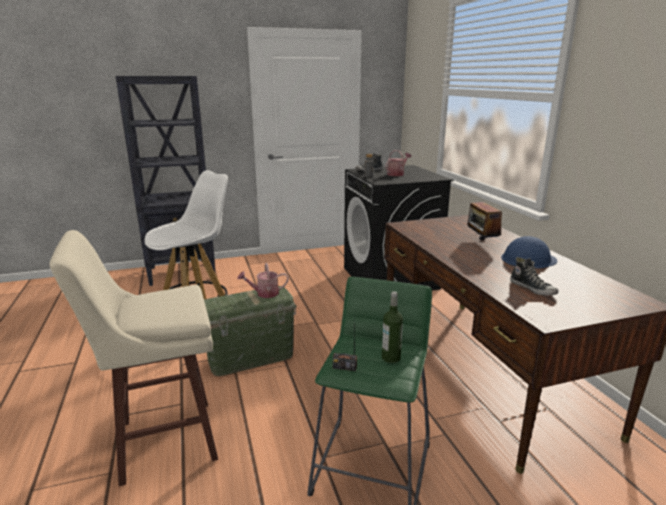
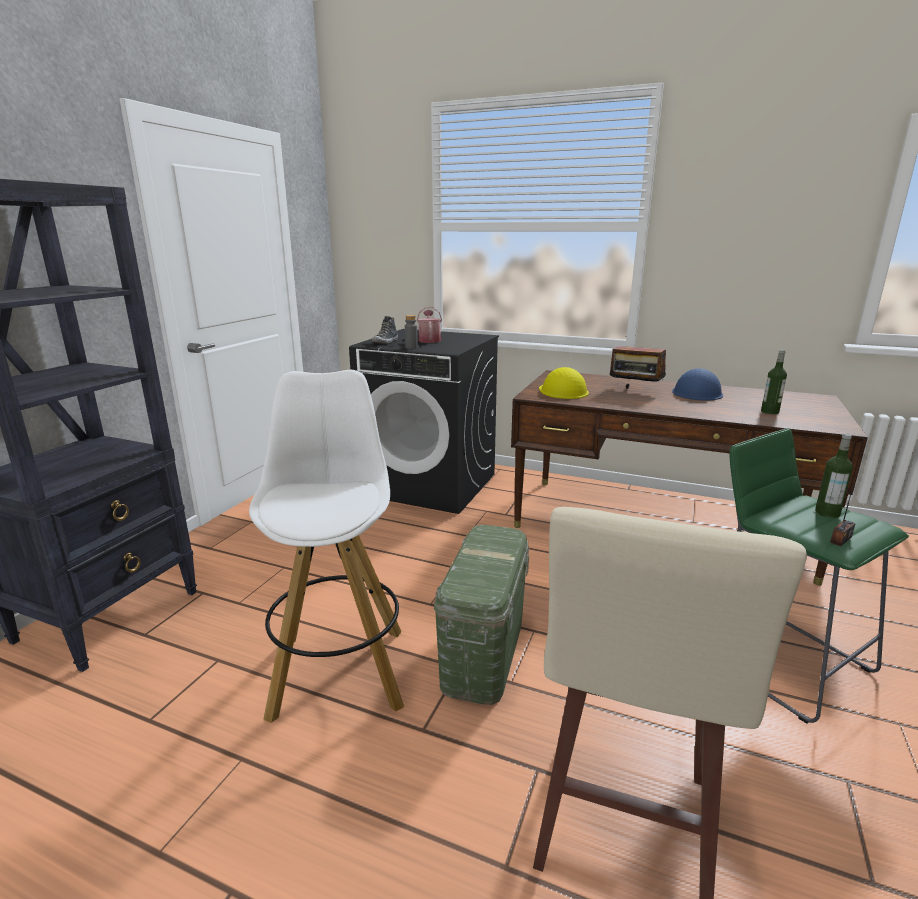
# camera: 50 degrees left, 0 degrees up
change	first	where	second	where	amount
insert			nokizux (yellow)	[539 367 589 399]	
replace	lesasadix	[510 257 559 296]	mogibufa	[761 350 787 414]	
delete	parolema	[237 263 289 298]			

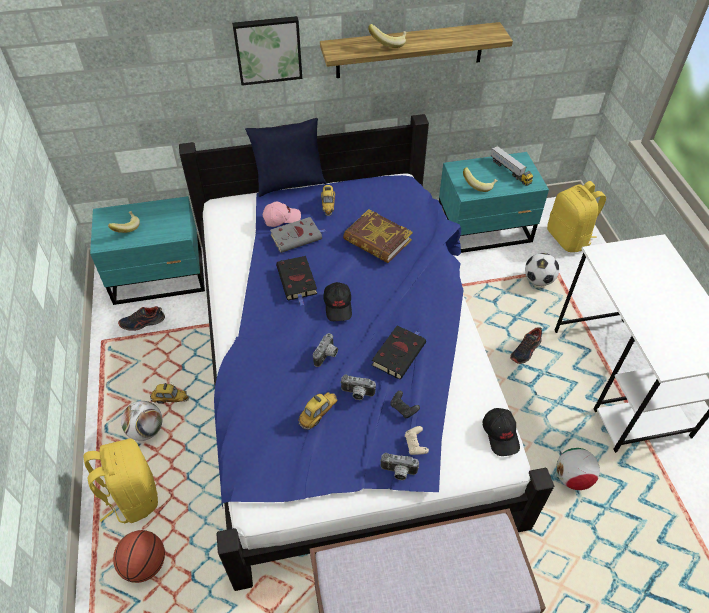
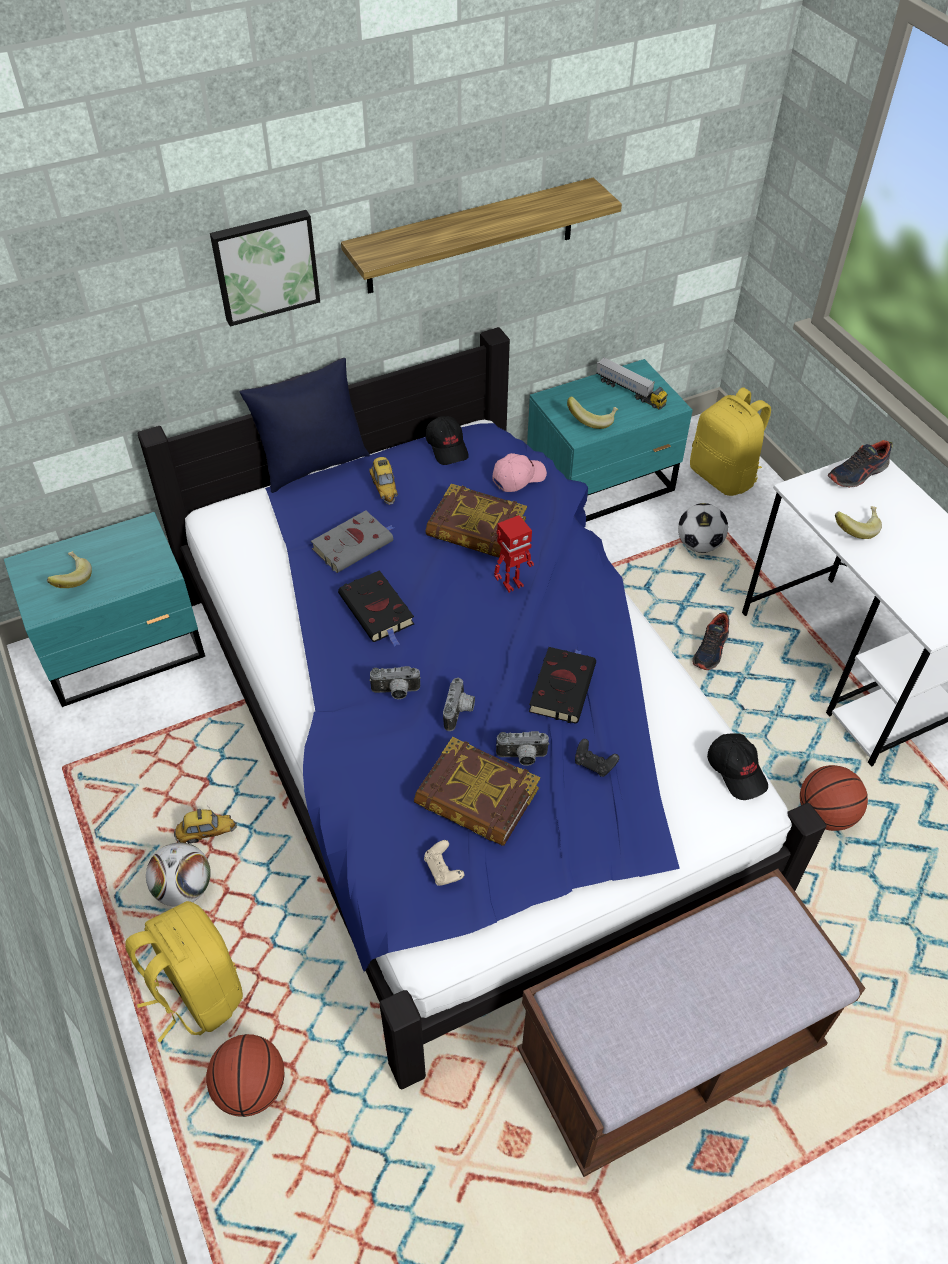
# camera: 15 degrees left, 0 degrees up
change	first	where	second	where	amount
move	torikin	[380 453 419 480]		[369 666 421 699]	
replace	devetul	[298 391 338 430]	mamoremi	[414 737 540 846]	
move	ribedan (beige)	[405 426 429 455]		[424 840 464 886]	
move	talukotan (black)	[323 282 352 321]		[426 416 469 465]	
move	talukotan (pink)	[263 201 301 227]		[493 453 547 492]	
insert			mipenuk	[494 515 534 592]	
replace	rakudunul	[556 448 600 490]	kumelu	[800 765 868 831]	
move	lesasadix	[118 306 165 331]		[828 440 893 488]	
move	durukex	[368 24 407 48]		[835 506 882 539]	

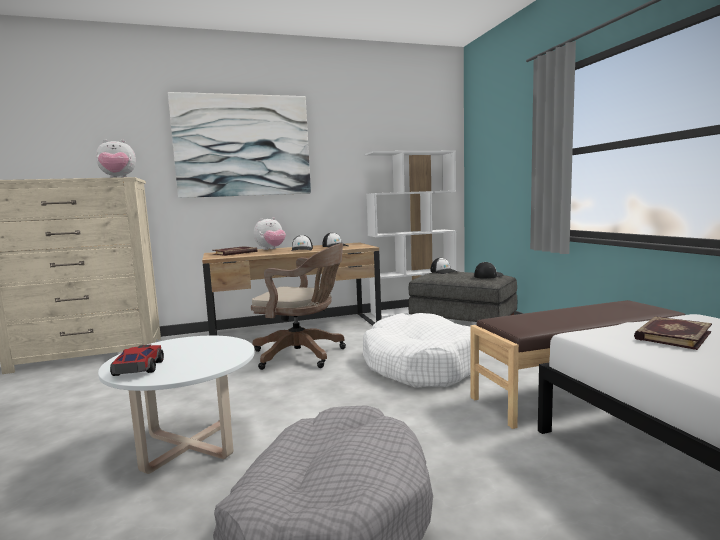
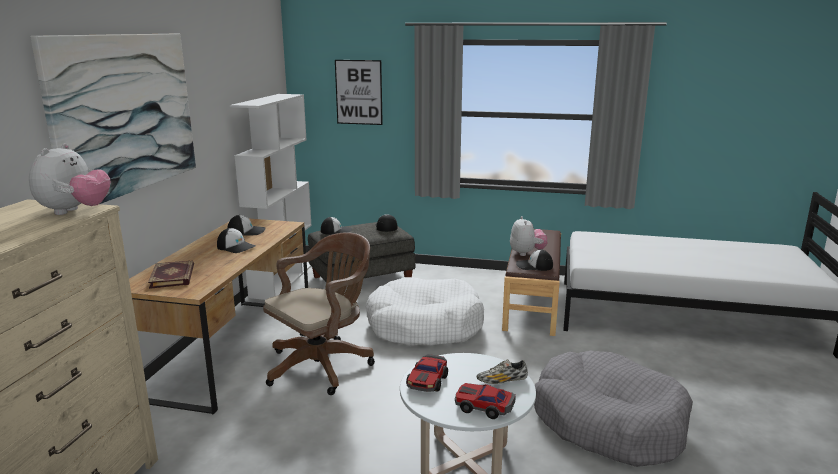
# camera: 60 degrees left, 10 degrees up
change	first	where	second	where	amount
insert			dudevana	[335 60 383 125]	
insert			devetul	[406 354 448 392]	
insert			lesasadix	[476 359 528 384]	
move	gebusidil	[254 217 286 250]		[510 216 548 256]	
insert			talukotan	[516 250 553 271]	
delete	mamoremi	[634 316 712 350]			

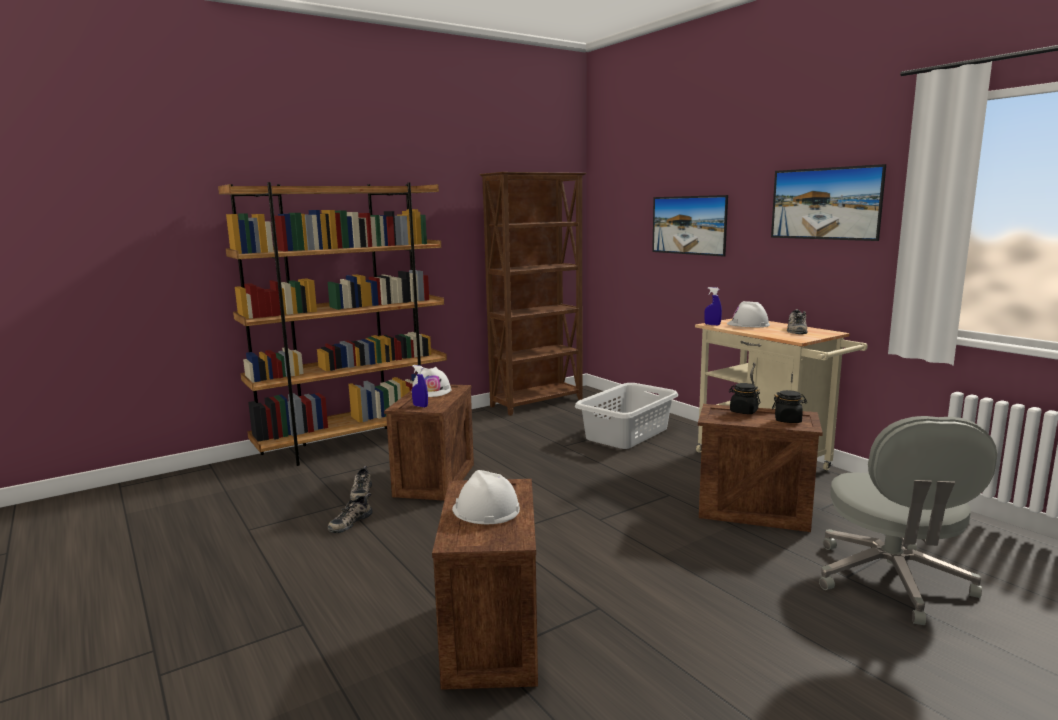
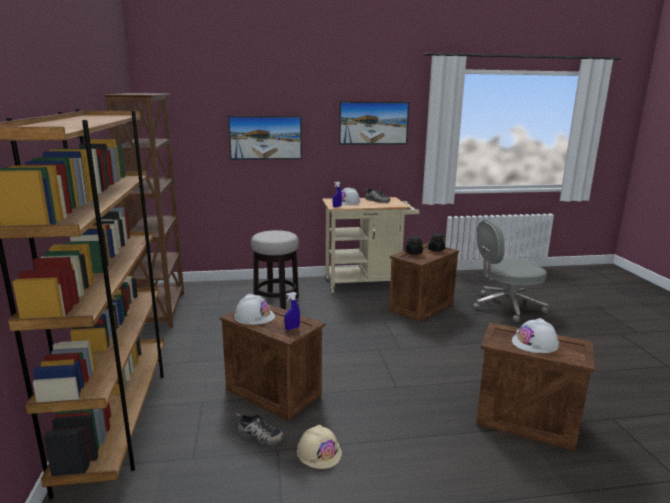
# camera: 65 degrees left, 5 degrees up
change	first	where	second	where	amount
replace	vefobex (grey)	[575 383 678 449]	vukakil	[251 230 299 309]	
replace	lesasadix	[328 493 372 533]	nokizux (beige)	[297 425 342 469]	
rotate	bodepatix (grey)	[819 416 997 625]		[473 220 549 322]	135 degrees clockwise

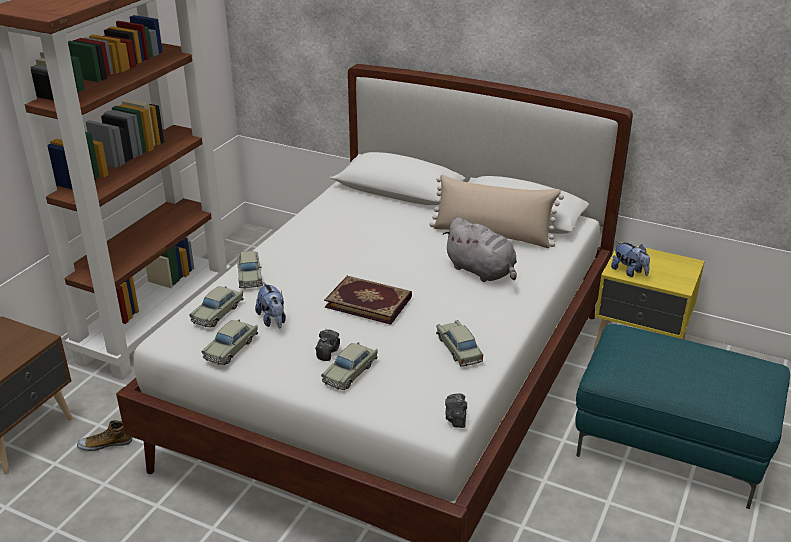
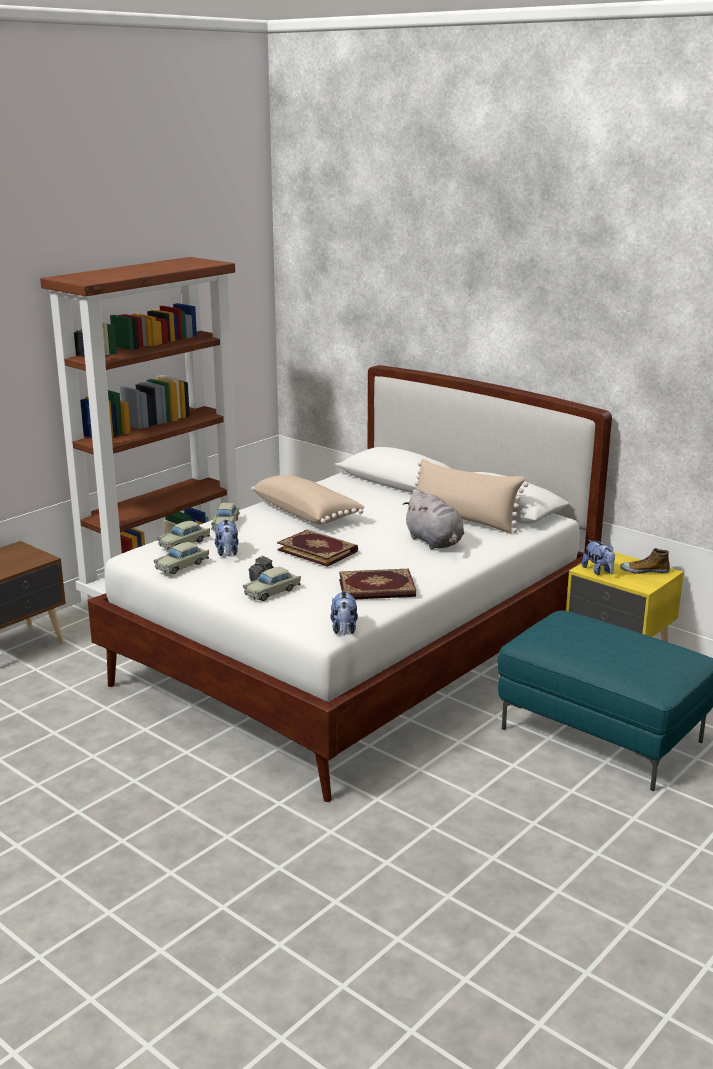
# camera: 15 degrees right, 10 degrees down
change	first	where	second	where	amount
insert			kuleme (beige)	[251 475 365 525]	
replace	torikin	[445 393 467 428]	gebusidil	[330 590 358 636]	
replace	devetul (beige)	[436 320 483 367]	mamoremi	[339 569 416 599]	
move	lesasadix	[77 420 132 451]		[620 548 670 574]	

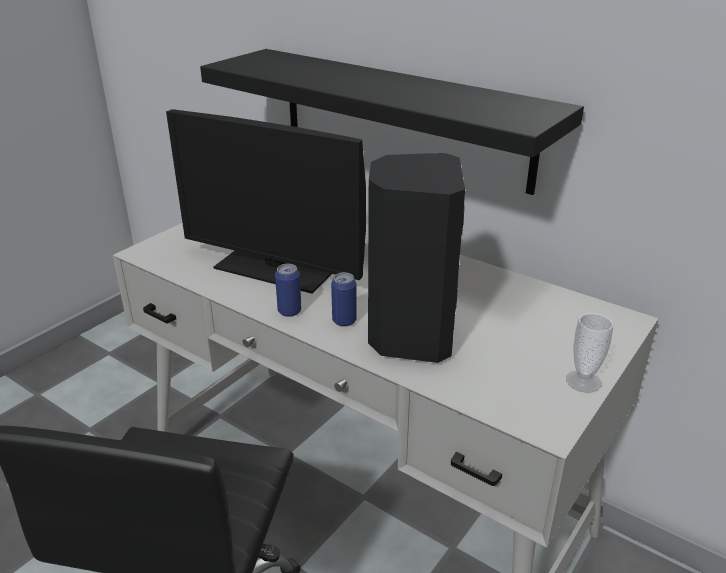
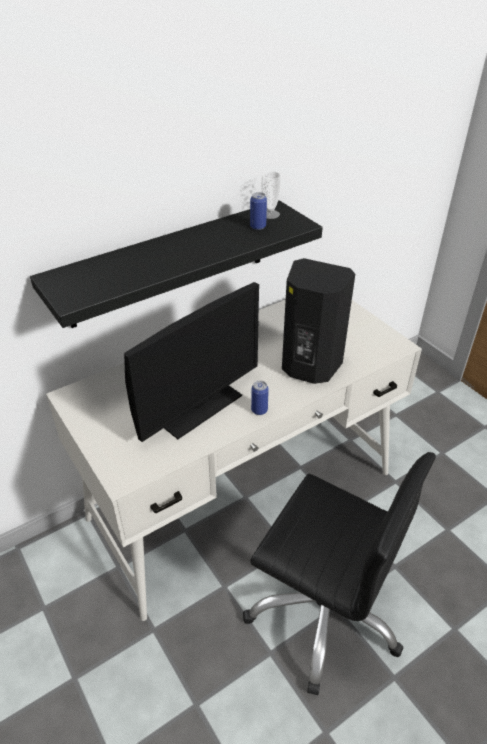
# camera: 70 degrees left, 10 degrees up
change	first	where	second	where	amount
move	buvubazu	[331 272 357 327]		[250 192 267 230]	
move	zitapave	[566 313 613 393]		[261 171 281 219]	

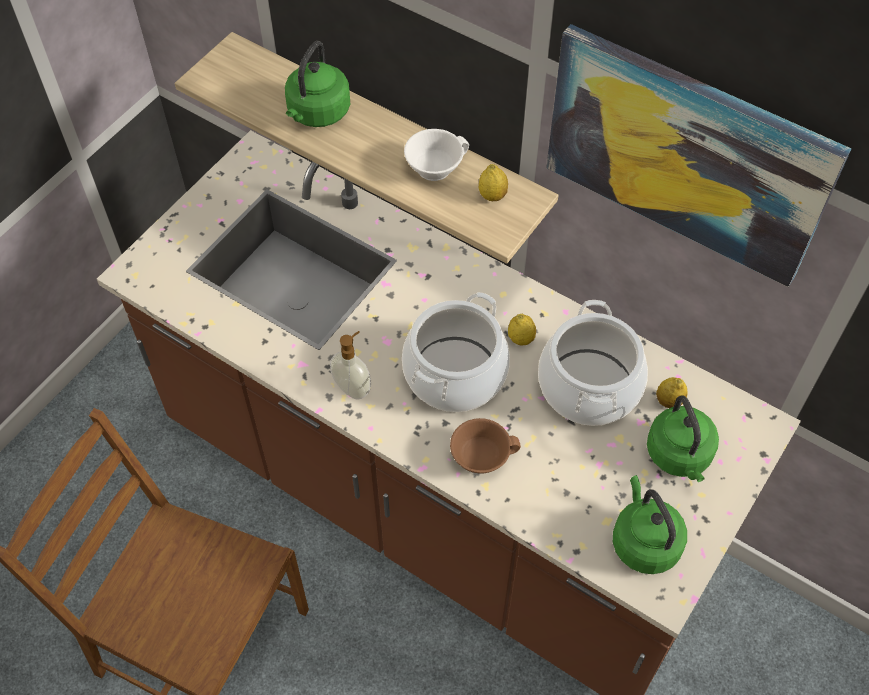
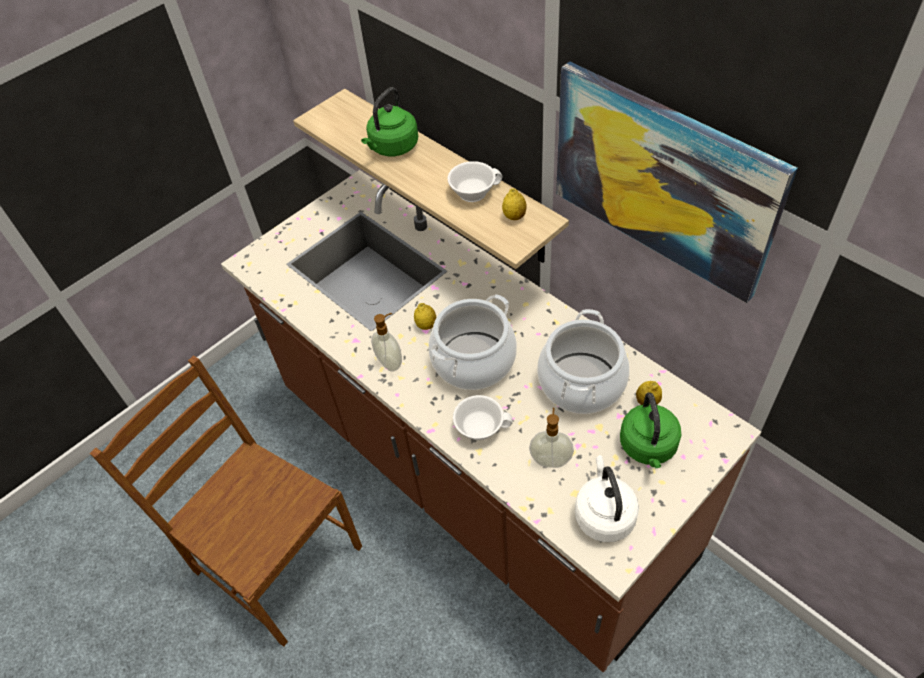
# camera: 15 degrees right, 5 degrees down
change	first	where	second	where	amount
move	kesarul	[508 314 536 345]		[414 303 437 330]	
recolor	zitapave (brown)	[450 418 521 473]	zitapave (white)	[453 395 513 440]	
insert			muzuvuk	[529 408 574 468]	
recolor	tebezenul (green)	[613 475 687 574]	tebezenul (white)	[575 455 639 542]	

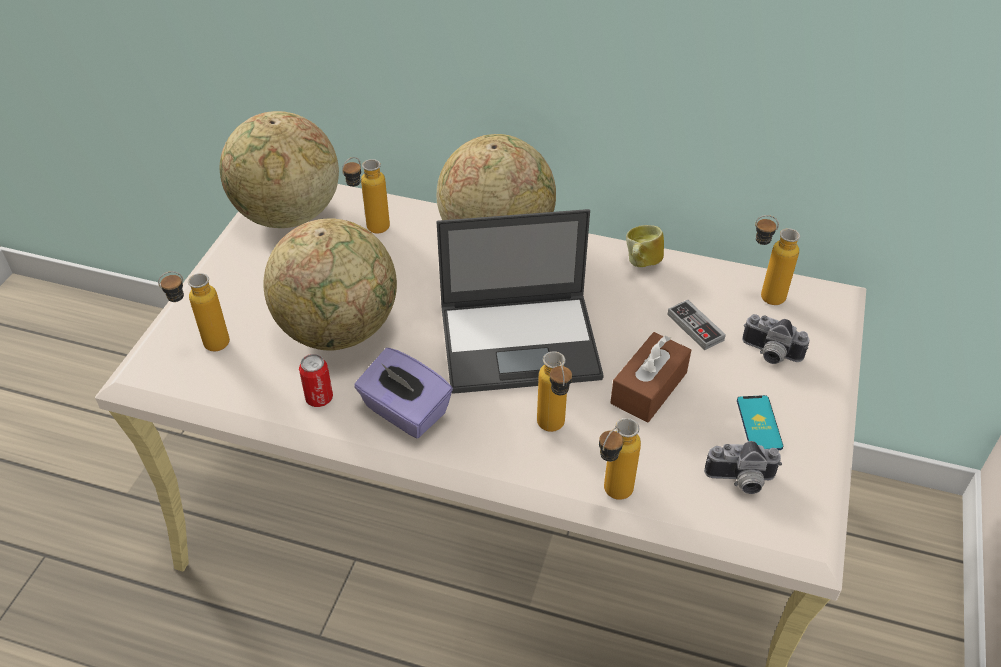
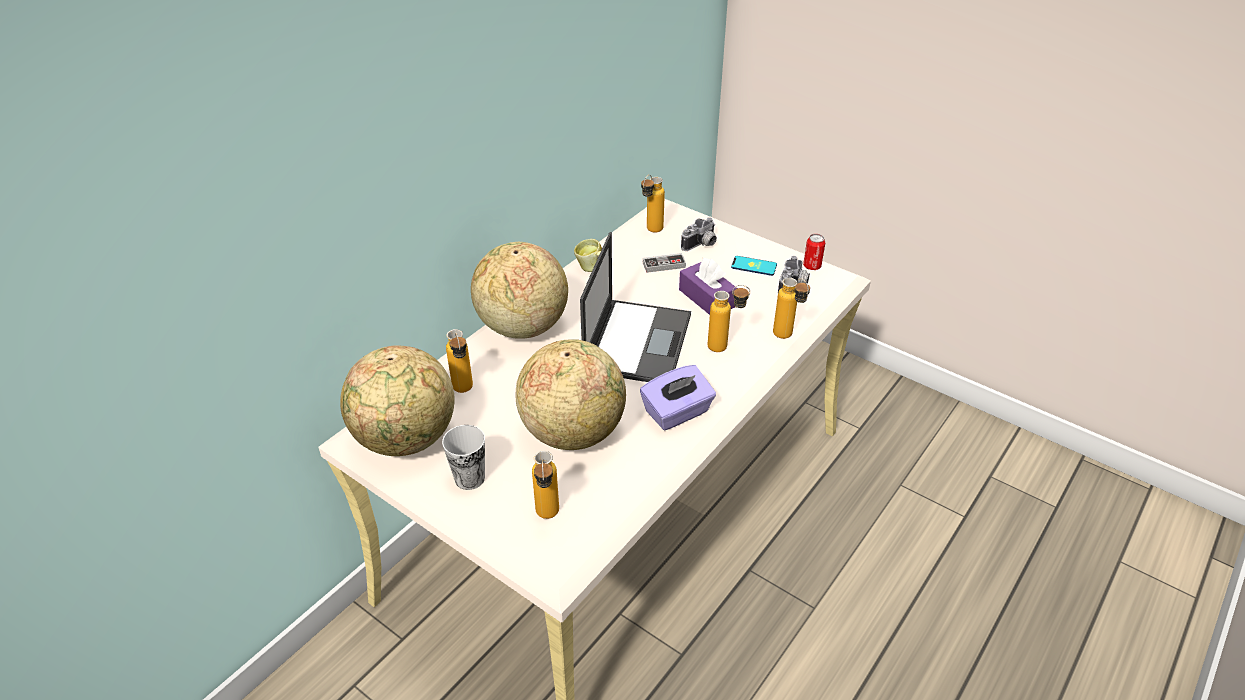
# camera: 70 degrees left, 5 degrees down
change	first	where	second	where	amount
insert			zitapave	[442 425 485 490]	
recolor	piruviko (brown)	[610 332 691 423]	piruviko (purple)	[679 258 737 315]	
move	buvubazu	[299 354 333 407]		[803 234 825 270]	

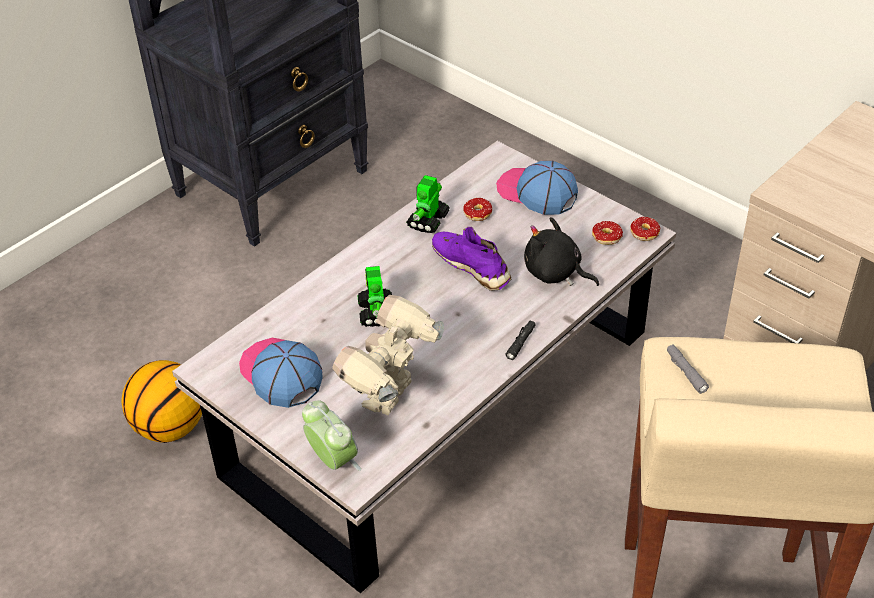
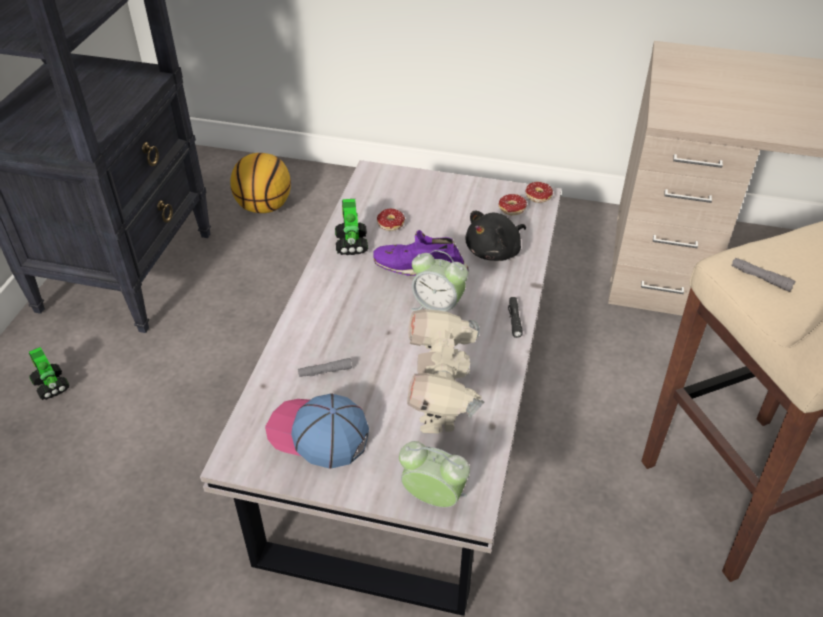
# camera: 30 degrees left, 0 degrees up
change	first	where	second	where	amount
move	mipenuk	[358 266 392 327]		[29 347 70 400]	
move	kumelu	[121 360 202 443]		[230 153 291 213]	
insert			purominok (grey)	[298 358 352 377]	
insert			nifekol	[411 250 468 312]	
rotate	gebusidil (black)	[524 217 599 286]		[466 211 526 261]	45 degrees counterclockwise
delete	talukotan	[496 160 578 215]			

